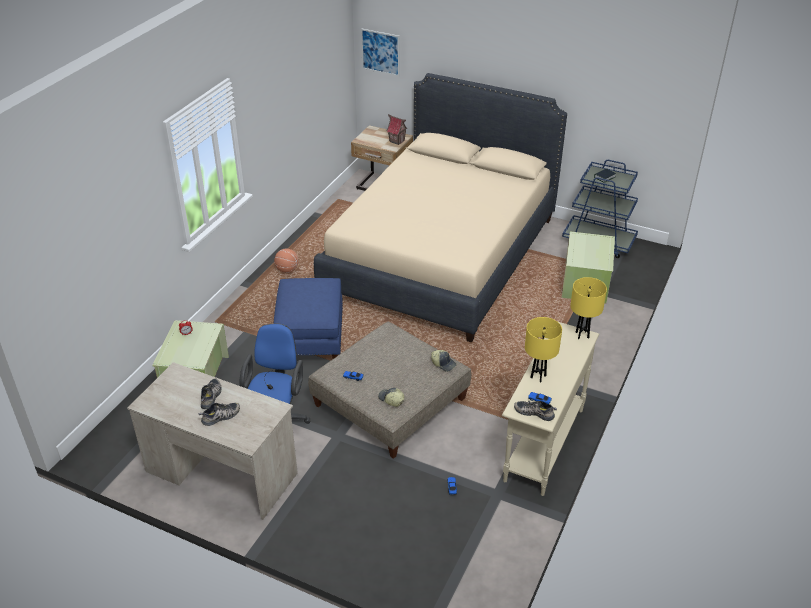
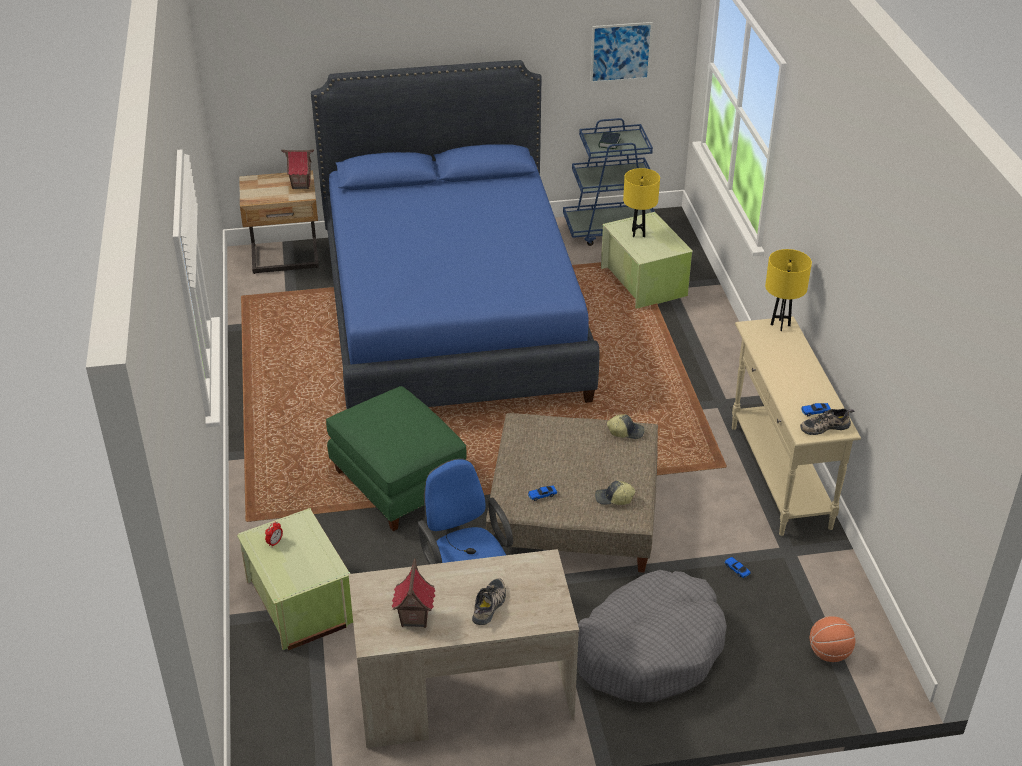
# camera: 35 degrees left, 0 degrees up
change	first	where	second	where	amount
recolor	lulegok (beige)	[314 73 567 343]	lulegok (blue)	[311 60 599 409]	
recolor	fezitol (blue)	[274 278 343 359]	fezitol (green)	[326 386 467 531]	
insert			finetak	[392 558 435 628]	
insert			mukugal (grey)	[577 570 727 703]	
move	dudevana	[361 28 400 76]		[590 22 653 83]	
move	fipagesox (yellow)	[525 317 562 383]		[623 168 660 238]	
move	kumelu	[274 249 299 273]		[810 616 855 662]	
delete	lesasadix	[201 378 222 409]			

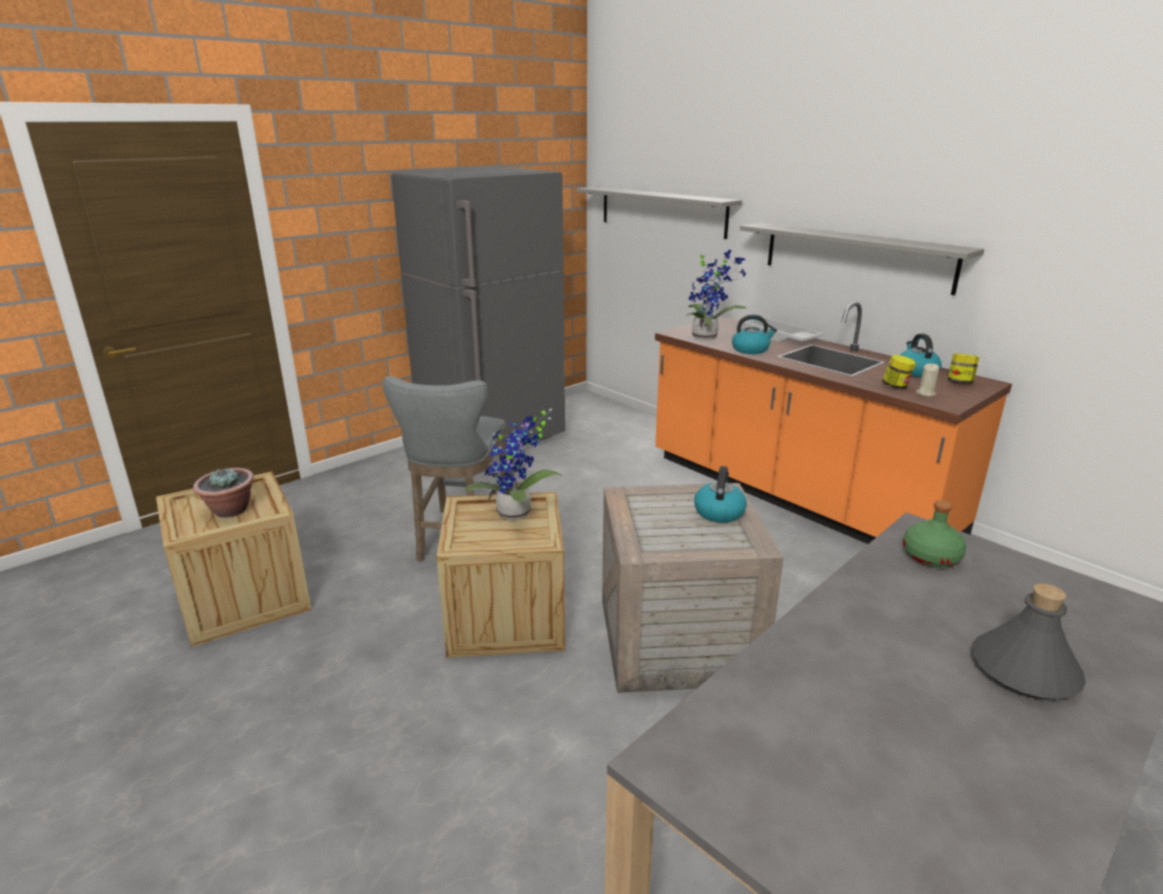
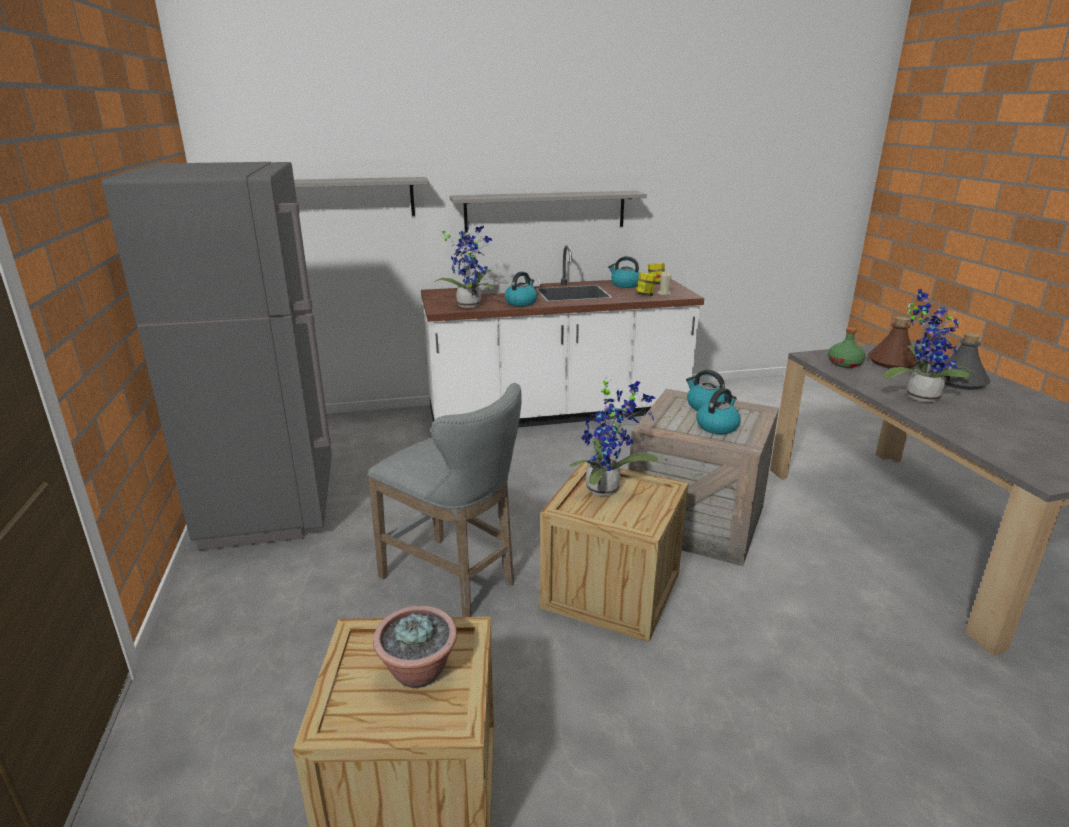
# camera: 60 degrees left, 0 degrees up
change	first	where	second	where	amount
recolor	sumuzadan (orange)	[655 302 1012 544]	sumuzadan (white)	[421 245 704 427]	
insert			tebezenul	[696 388 741 434]	
insert			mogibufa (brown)	[868 317 918 369]	
insert			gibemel	[883 289 974 402]	

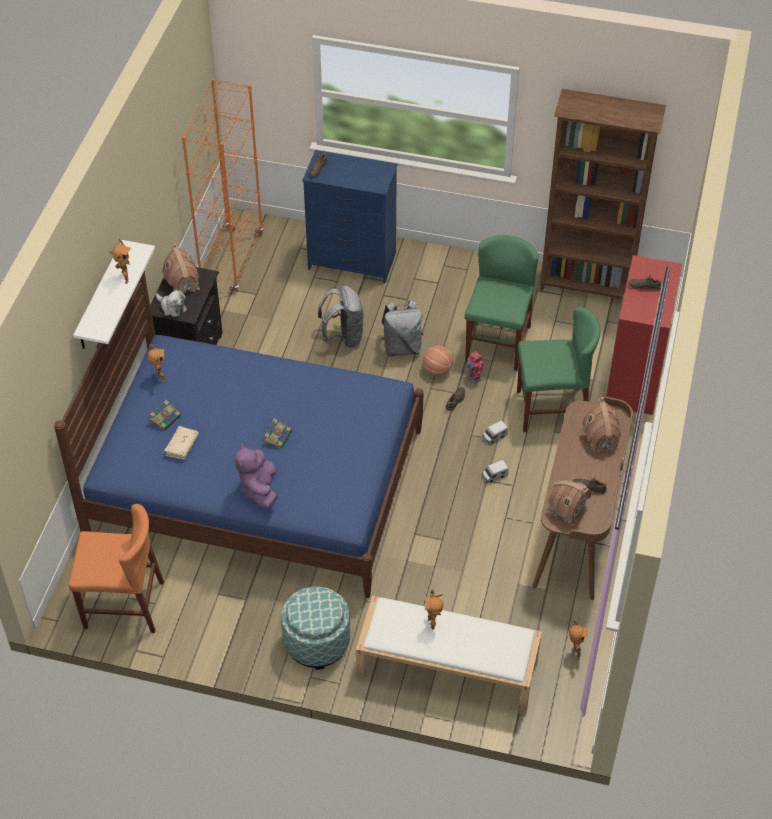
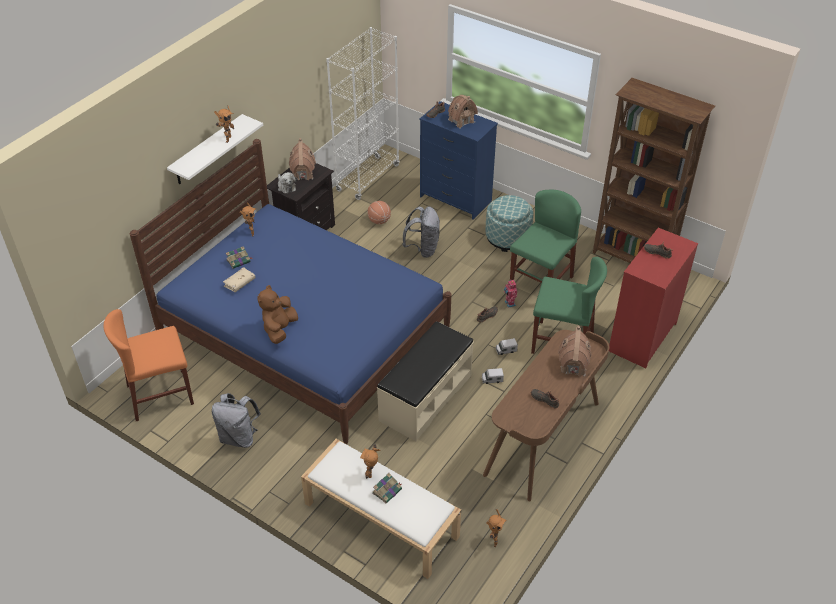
# camera: 20 degrees right, 5 degrees down
change	first	where	second	where	amount
rotate	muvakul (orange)	[69 504 164 633]		[104 309 194 421]	135 degrees clockwise
move	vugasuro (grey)	[381 300 424 357]		[212 393 261 448]	
recolor	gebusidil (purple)	[235 443 277 509]	gebusidil (brown)	[257 285 298 344]	
recolor	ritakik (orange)	[182 79 264 293]	ritakik (white)	[326 27 400 200]	
move	kumelu	[423 345 453 376]		[368 201 391 224]	
move	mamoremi	[263 418 292 449]		[372 473 402 503]	
insert			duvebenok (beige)	[377 321 474 441]	
move	finetak	[548 480 591 525]		[448 95 478 129]	
move	fezitol	[281 587 350 670]		[486 195 533 252]	

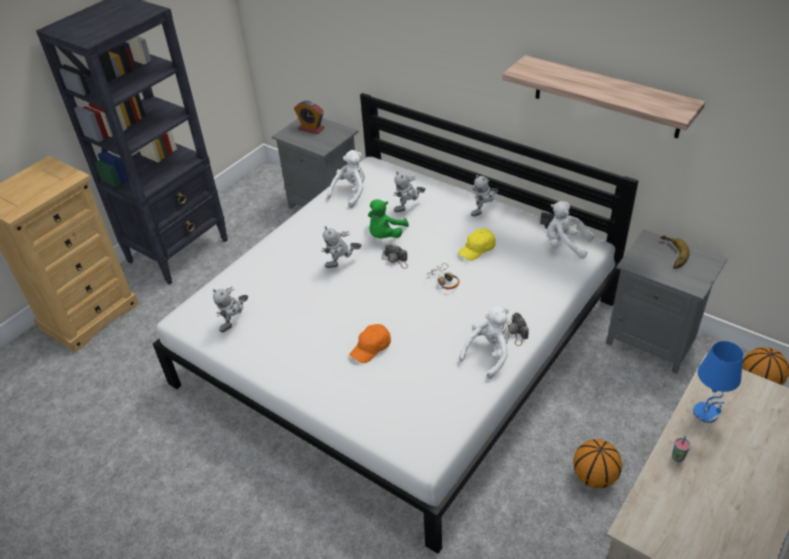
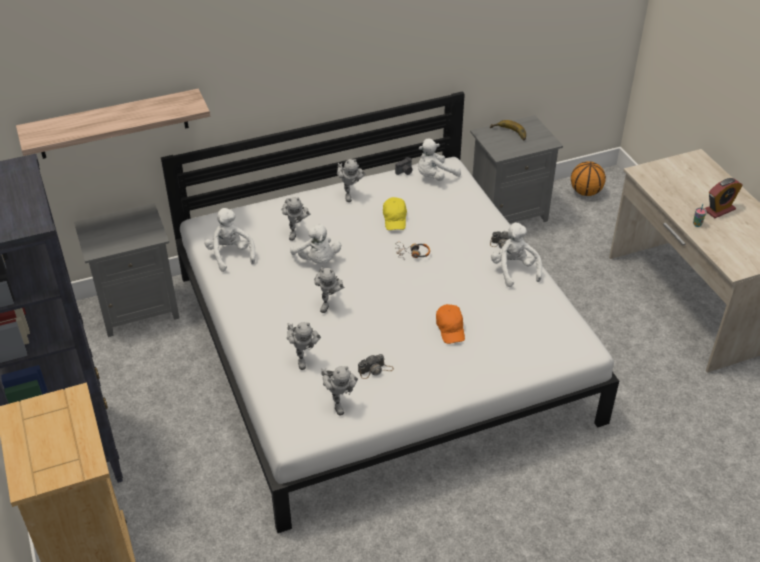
# camera: 60 degrees left, 0 degrees up
change	first	where	second	where	amount
move	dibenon	[502 55 705 139]		[16 89 210 159]	
insert			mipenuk	[287 322 321 370]	
recolor	gebusidil (green)	[368 199 409 239]	gebusidil (white)	[290 223 341 264]	
move	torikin	[382 245 408 268]		[358 354 394 379]	
move	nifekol	[294 101 324 134]		[704 178 743 218]	
delete	kumelu	[573 439 622 488]			
delete	fipagesox (blue)	[693 341 744 423]			

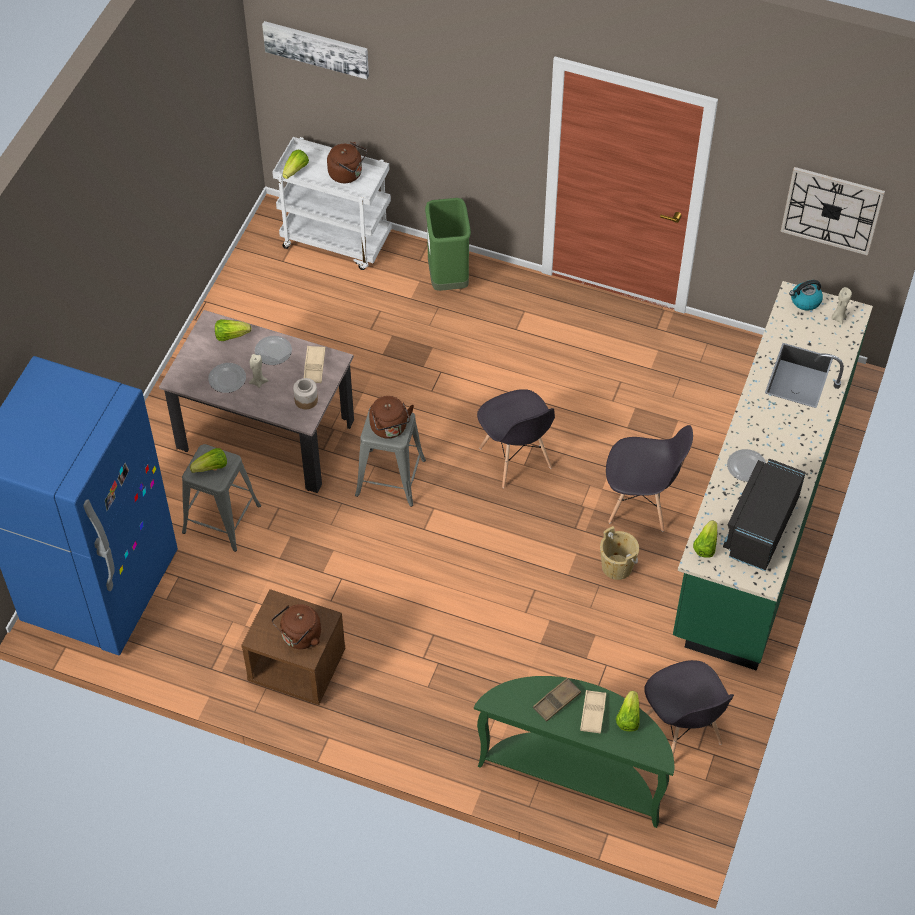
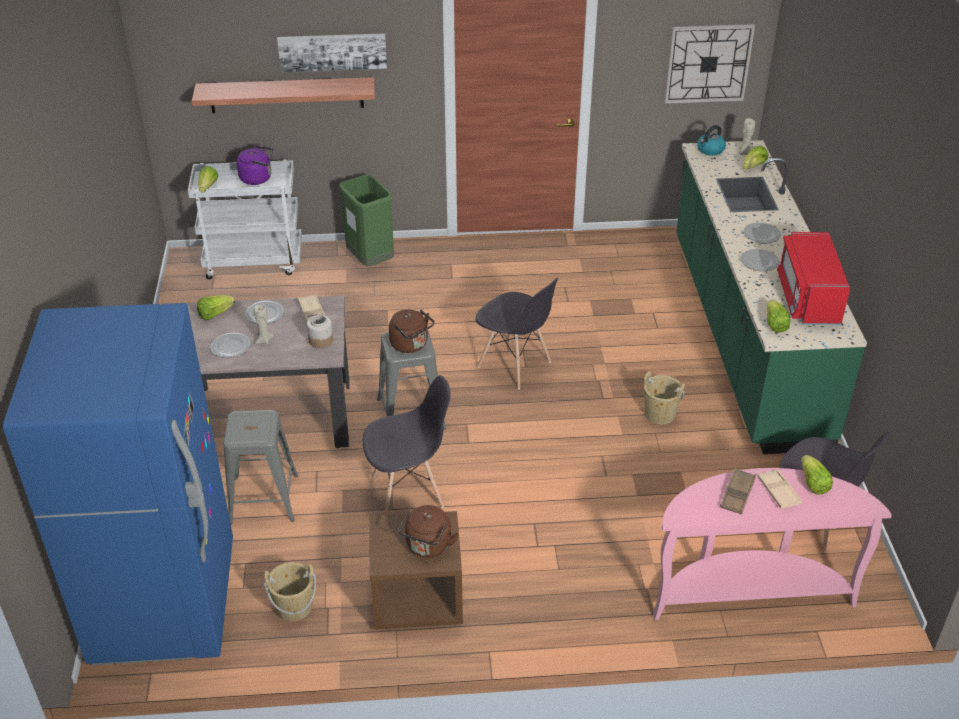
# camera: 25 degrees left, 15 degrees down
change	first	where	second	where	amount
insert			dibenon	[192 77 375 113]	
recolor	tebezenul (brown)	[327 142 367 183]	tebezenul (purple)	[237 145 273 185]	
insert			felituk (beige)	[264 562 316 621]	
move	dudevana	[262 21 369 79]		[277 33 387 72]	
move	muvakul (grey)	[606 425 693 531]		[363 375 451 515]	
recolor	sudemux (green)	[474 676 674 828]	sudemux (pink)	[653 468 892 620]	
move	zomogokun	[190 448 227 473]		[743 146 768 169]	
insert			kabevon	[743 223 781 244]	
recolor	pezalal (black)	[723 459 806 571]	pezalal (red)	[777 232 850 325]	

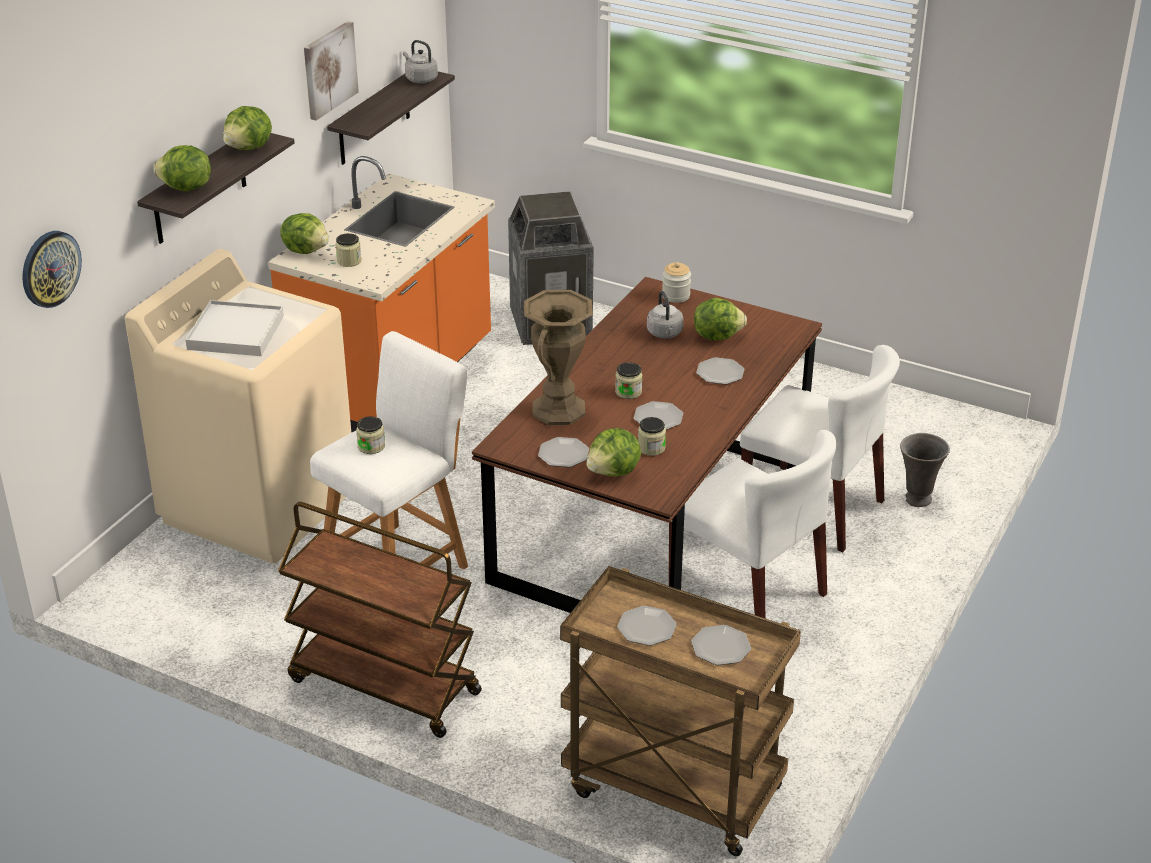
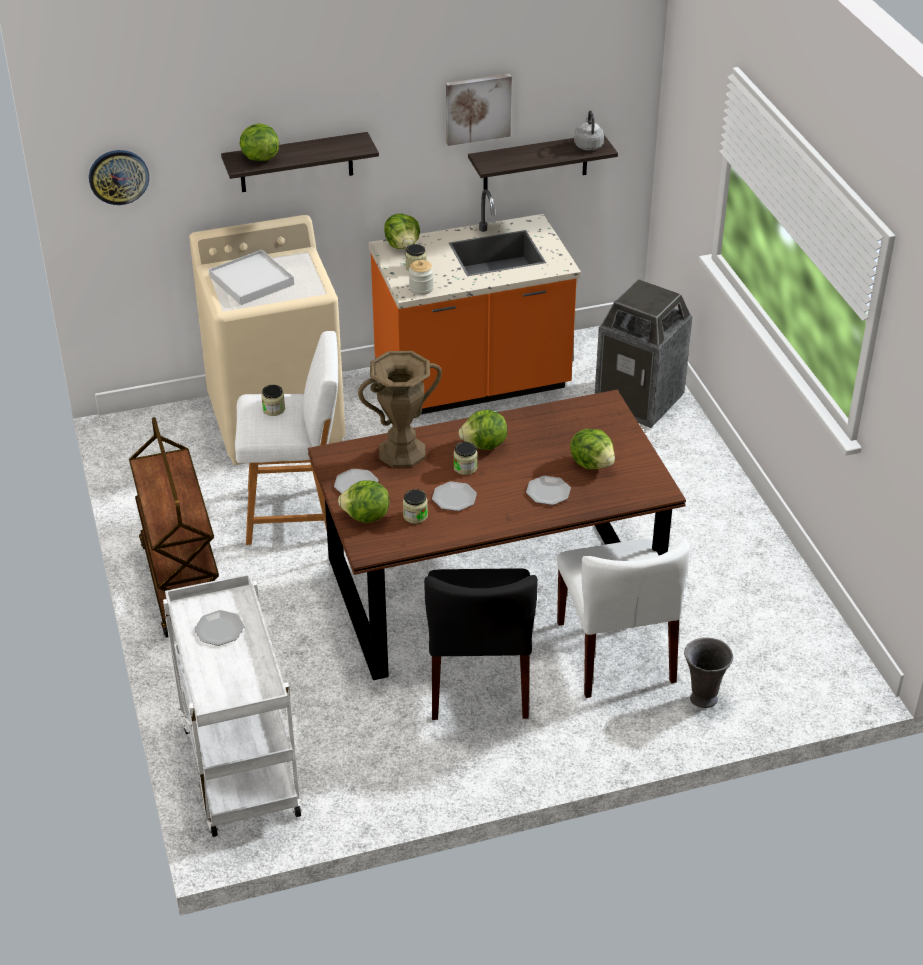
# camera: 45 degrees right, 5 degrees up
change	first	where	second	where	amount
recolor	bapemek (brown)	[560 566 801 856]	bapemek (white)	[163 574 302 837]	
move	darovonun	[662 262 691 303]		[409 260 434 295]	
recolor	muvakul (white)	[669 430 836 618]	muvakul (black)	[424 568 538 720]	
move	zomogokun	[223 106 272 150]		[459 410 507 450]	
delete	tebezenul (grey)	[647 291 683 338]			
delete	kabevon	[691 625 751 665]			

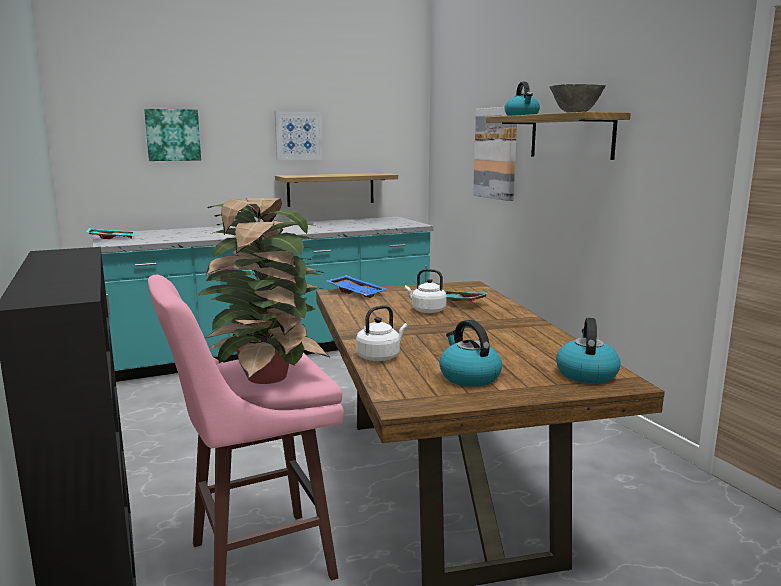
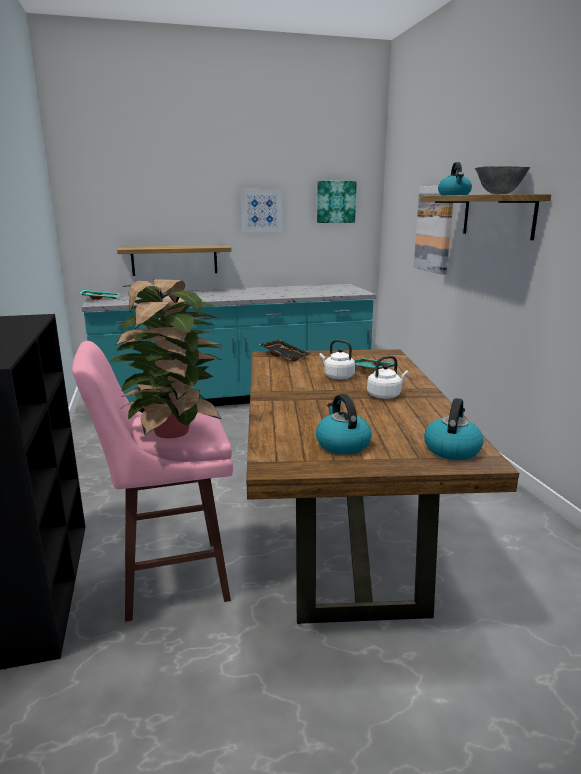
# camera: 10 degrees right, 5 degrees up
change	first	where	second	where	amount
move	dibenon	[275 173 398 207]		[117 245 231 276]	
recolor	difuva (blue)	[327 275 387 298]	difuva (black)	[259 340 310 362]	
move	dudevana	[144 109 201 161]		[317 181 357 223]	
move	tebezenul (white)	[356 305 408 361]		[367 356 408 399]	

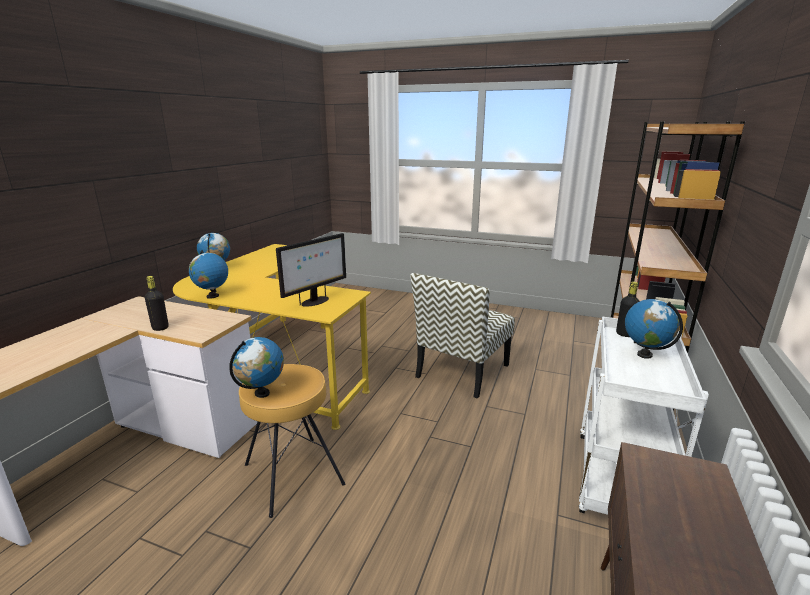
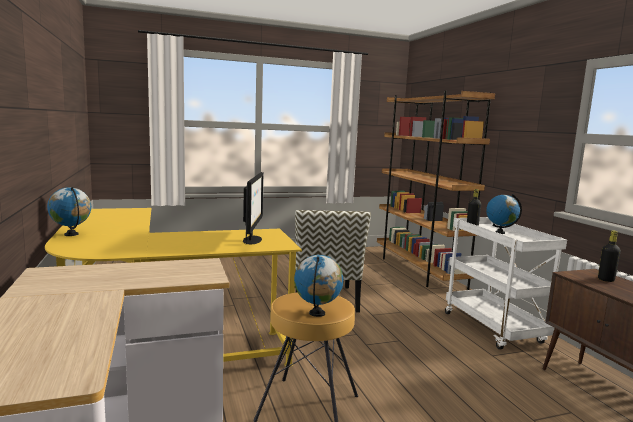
# camera: 40 degrees left, 10 degrees down
change	first	where	second	where	amount
move	mogibufa (black)	[145 276 169 331]		[598 230 621 282]	
delete	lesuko	[189 250 228 299]			

